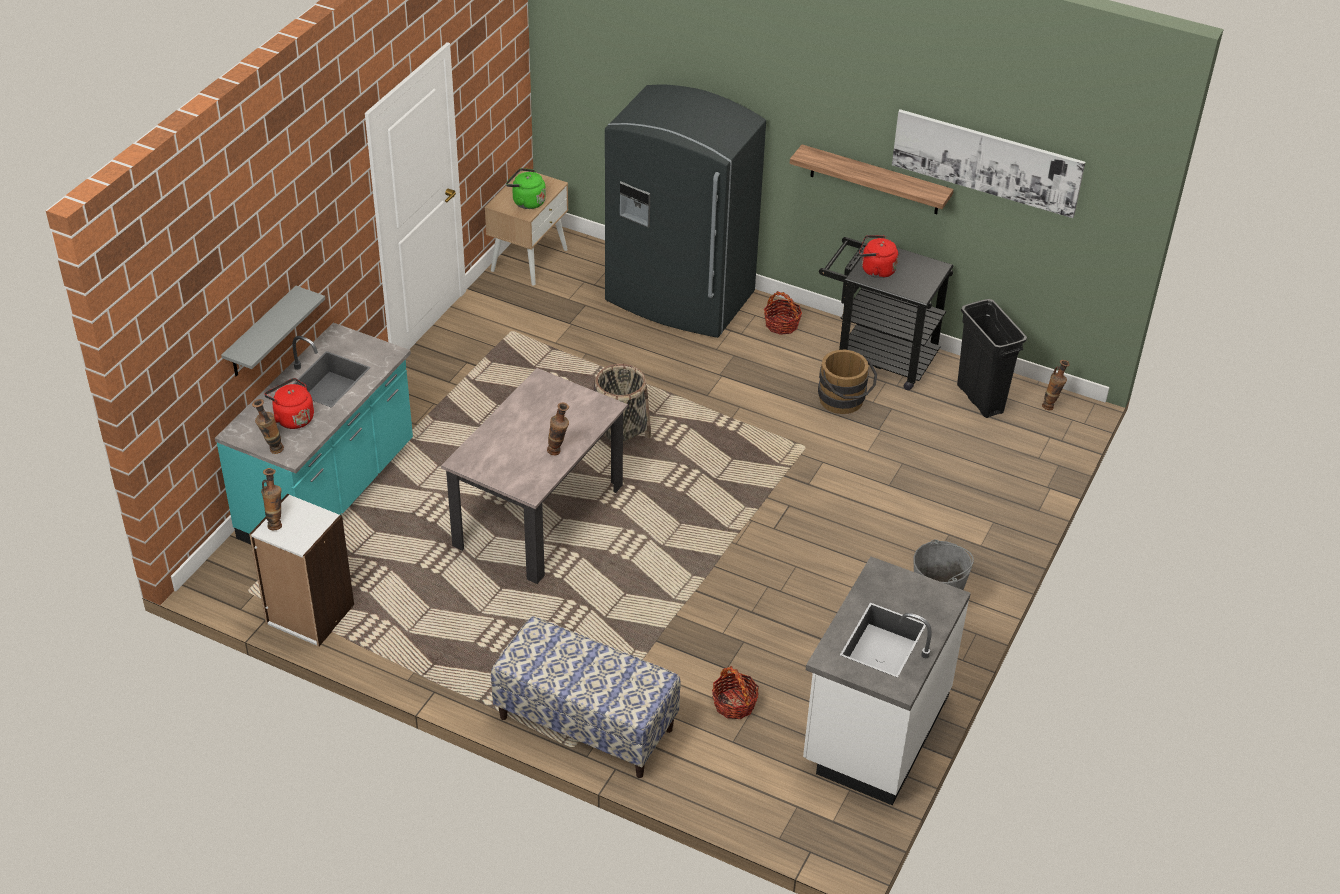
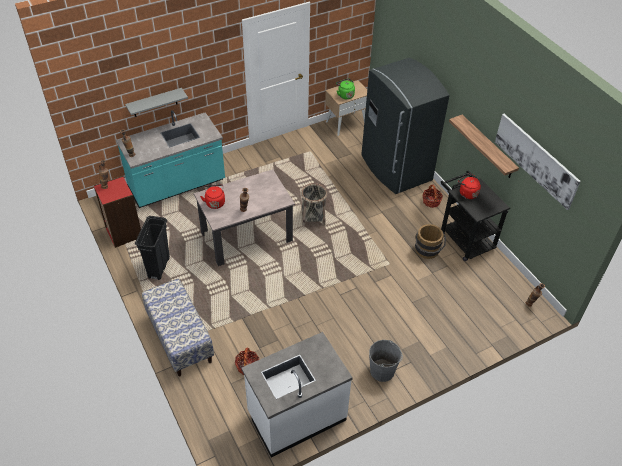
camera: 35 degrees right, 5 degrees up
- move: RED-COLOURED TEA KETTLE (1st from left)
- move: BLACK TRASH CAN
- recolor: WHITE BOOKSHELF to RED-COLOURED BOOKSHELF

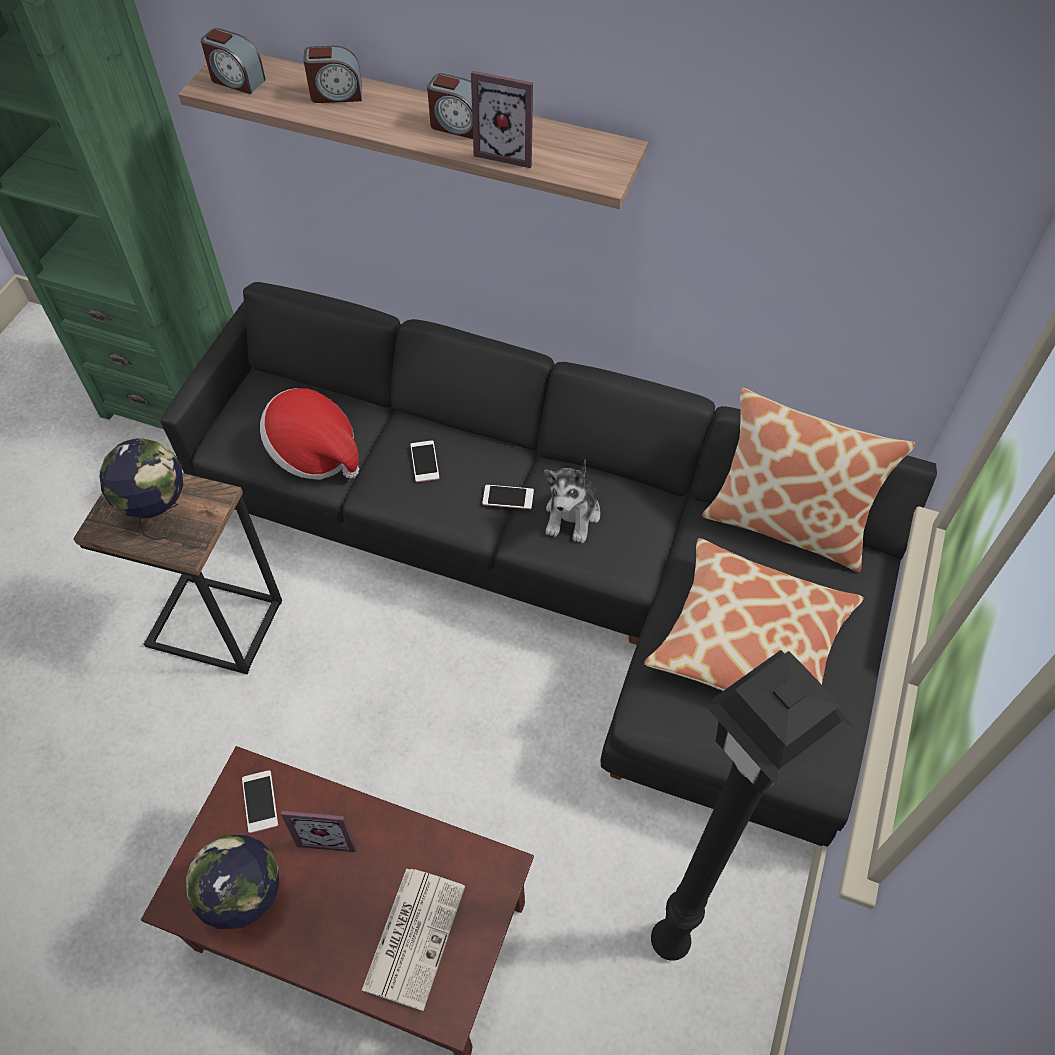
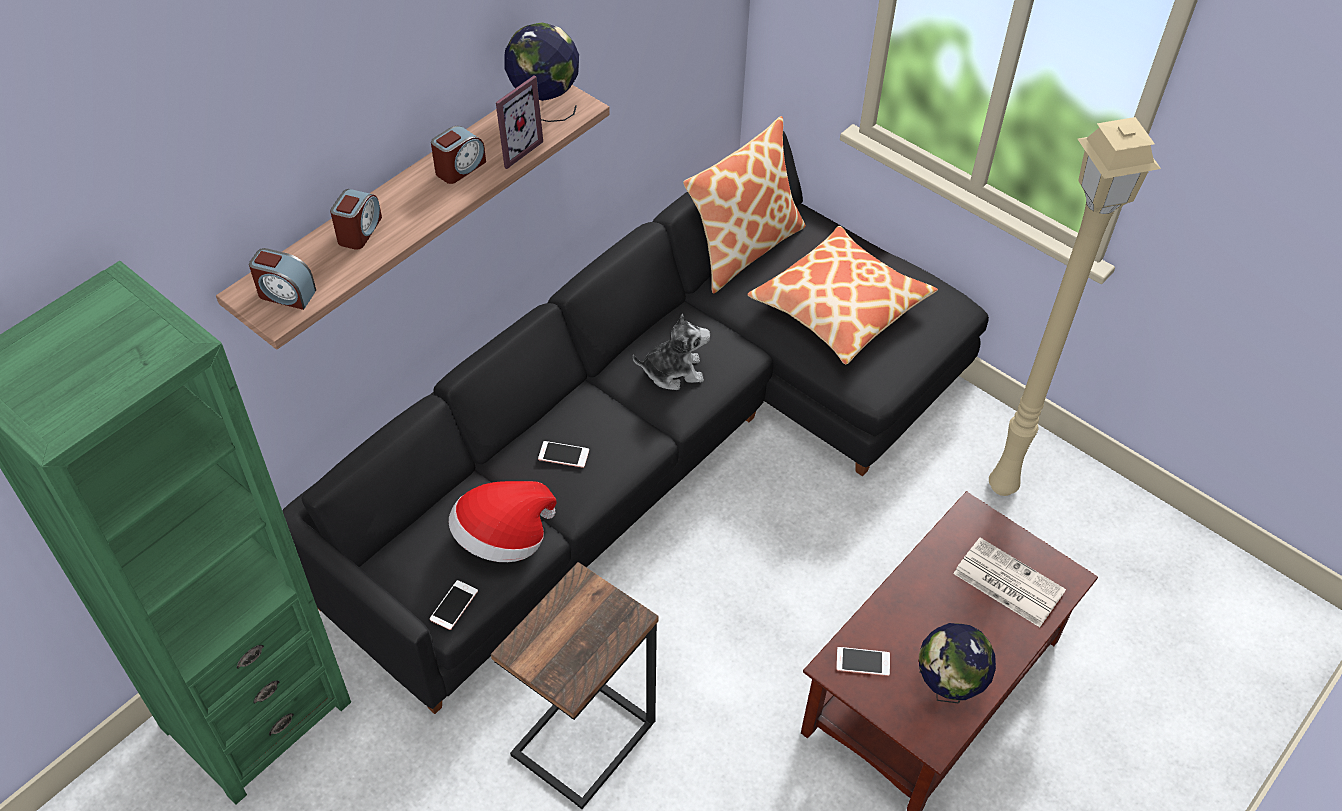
camera: 70 degrees left, 5 degrees down
- delete: PICTURE FRAME (1st from left)
- move: DESK GLOBE (1st from left)
- move: TELEPHONE (3rd from left in the first image) to TELEPHONE (1st from left)
- recolor: BLACK STANDING LAMP to BEIGE STANDING LAMP
- rotate: TABLE CLOCK (1st from left) 60 degrees clockwise
- rotate: PLUSH TOY 45 degrees counterclockwise

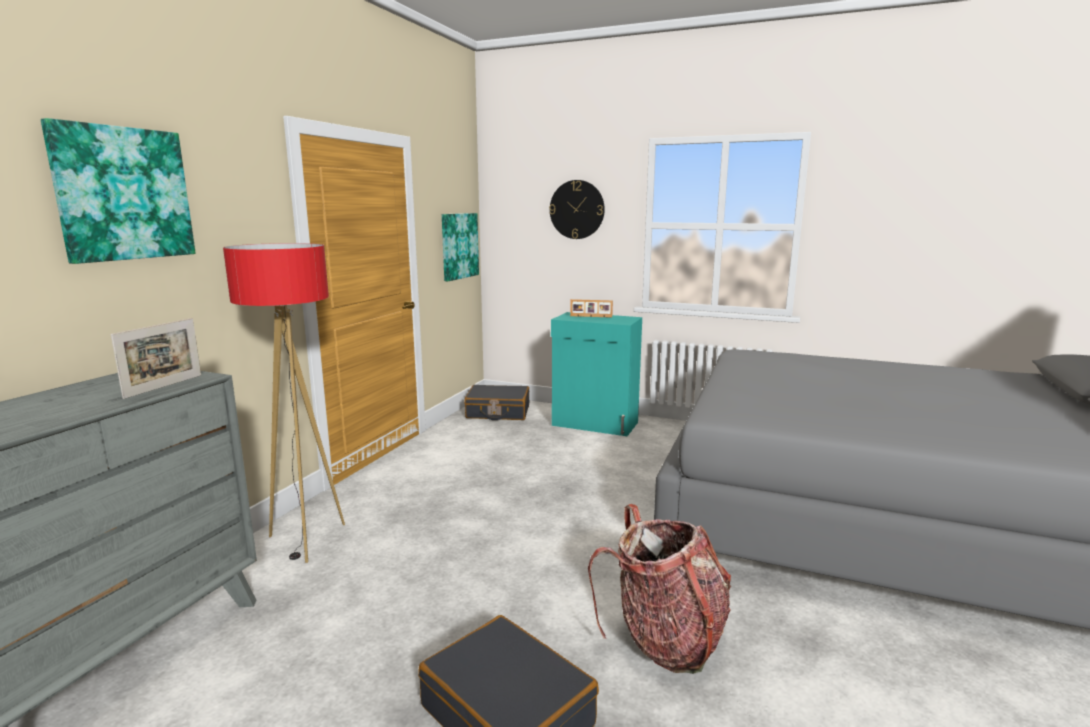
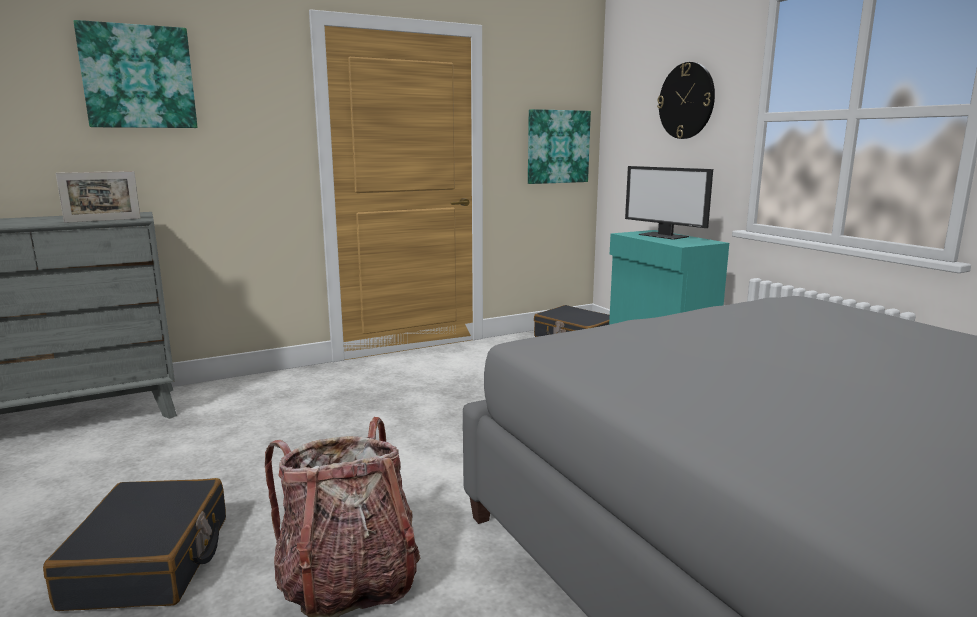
camera: 40 degrees right, 0 degrees up
- delete: STANDING LAMP
- replace: PICTURE FRAME (2nd from left) to COMPUTER SCREEN

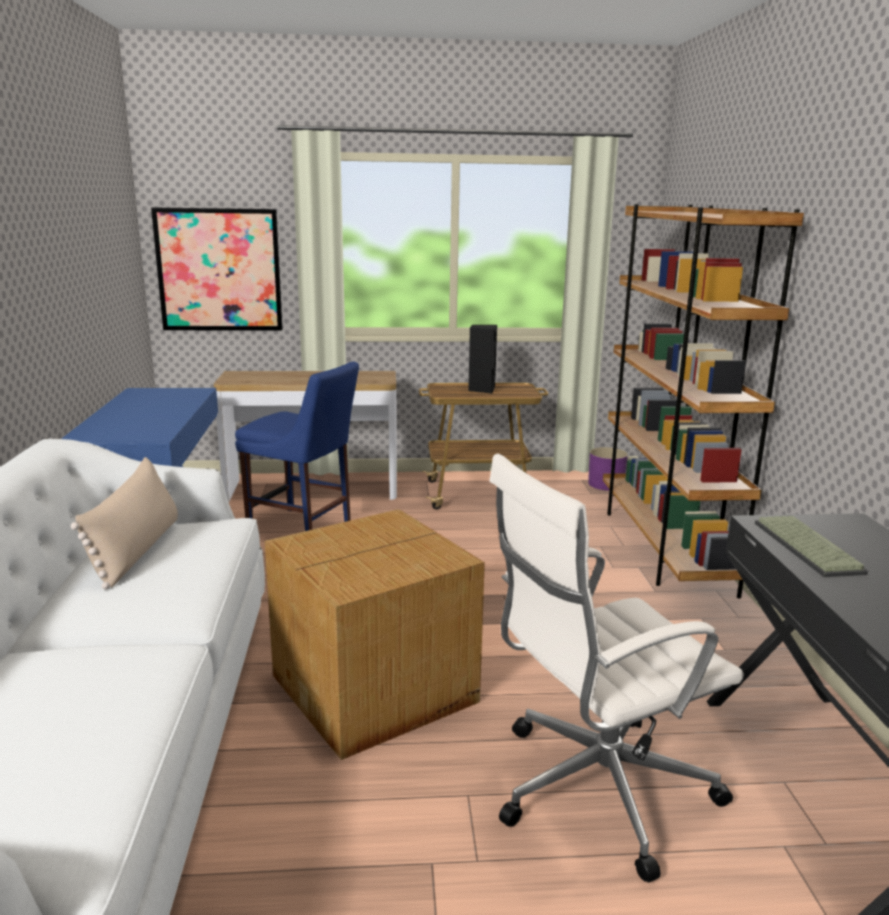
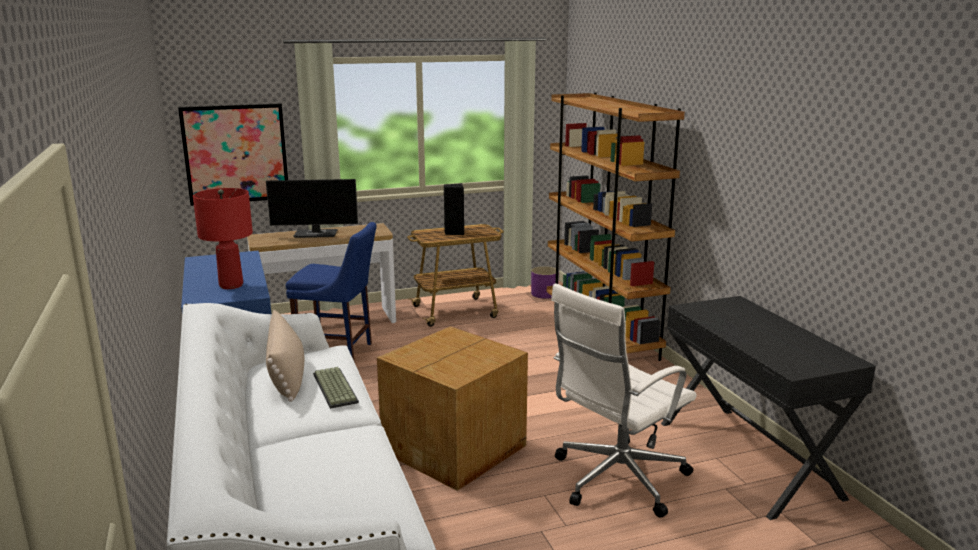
camera: 15 degrees left, 0 degrees up
- insert: RED-COLOURED TABLETOP LAMP
- insert: COMPUTER SCREEN
- move: KEYBOARD

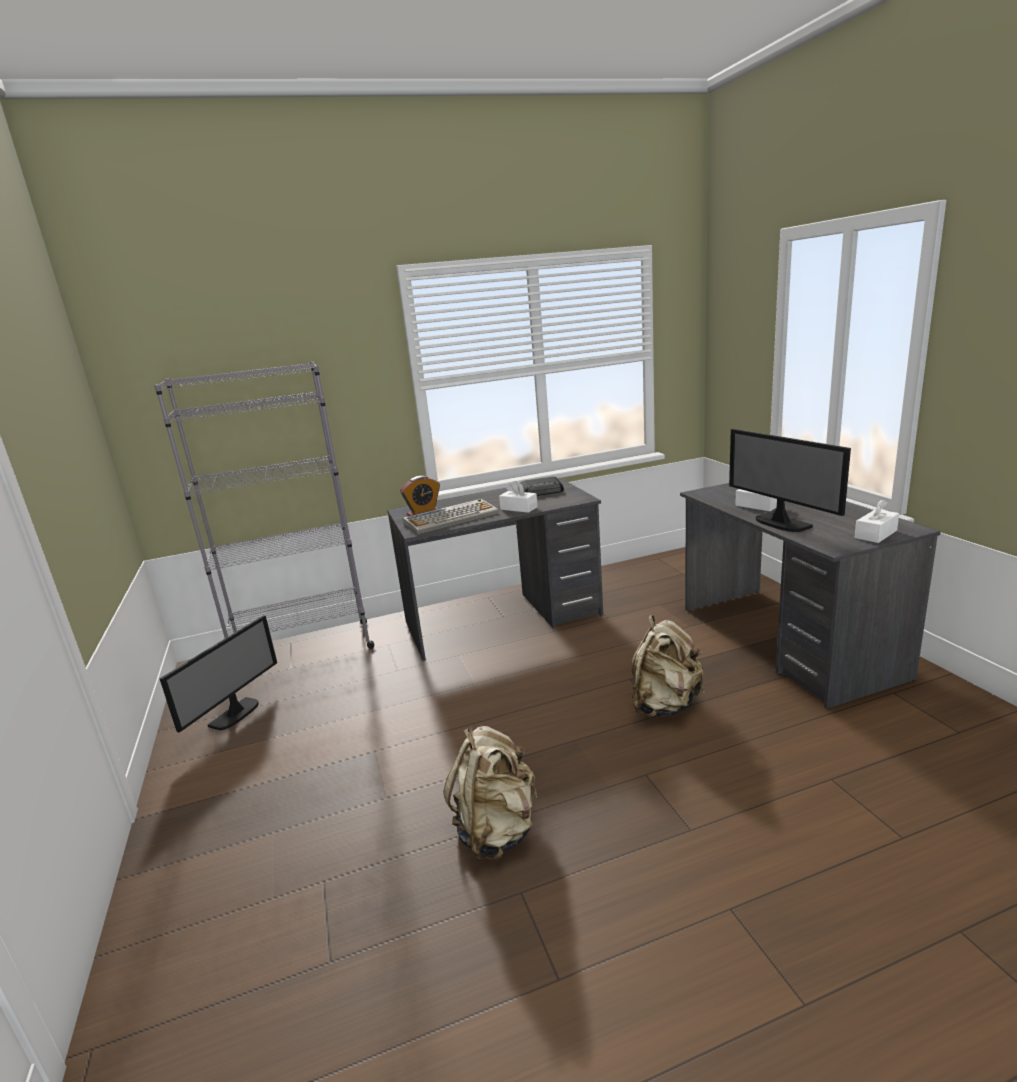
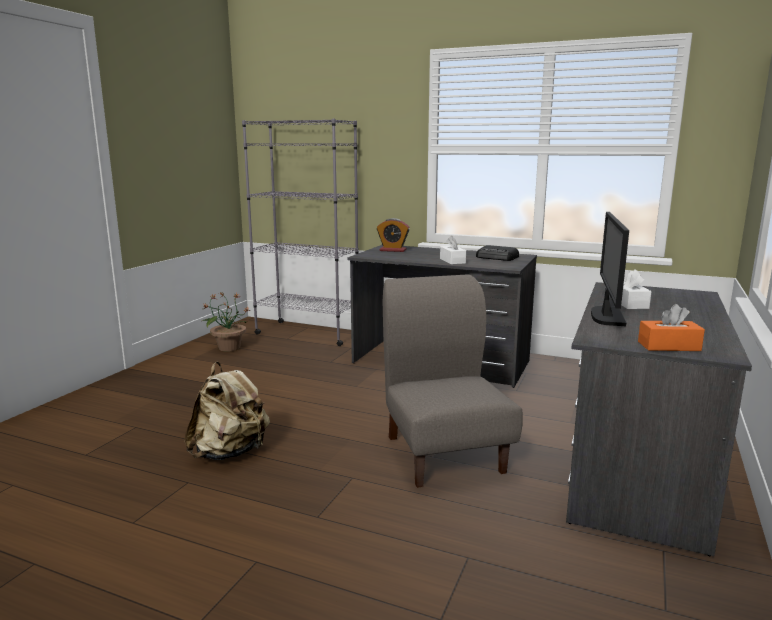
camera: 40 degrees right, 5 degrees down
- delete: KEYBOARD
- replace: COMPUTER SCREEN (1st from left) to HOUSEPLANT
- replace: BEIGE KNAPSACK (2nd from left) to GRAY CHAIR
- recolor: WHITE TISSUE BOX (3rd from left) to ORANGEY TISSUE BOX

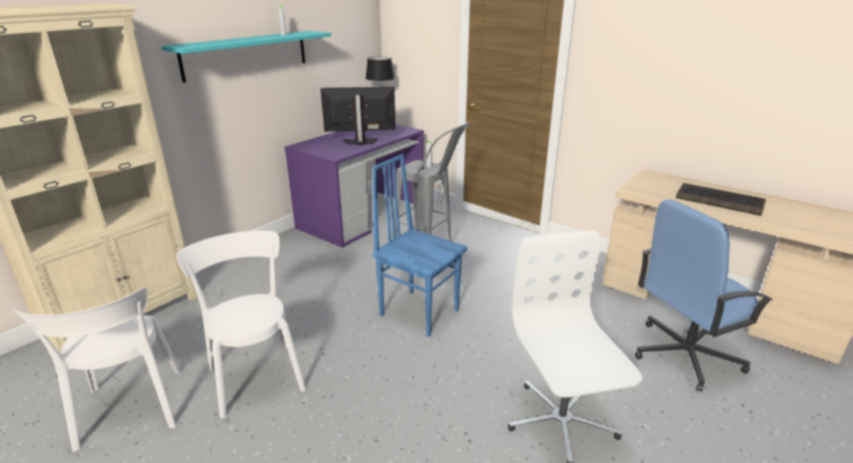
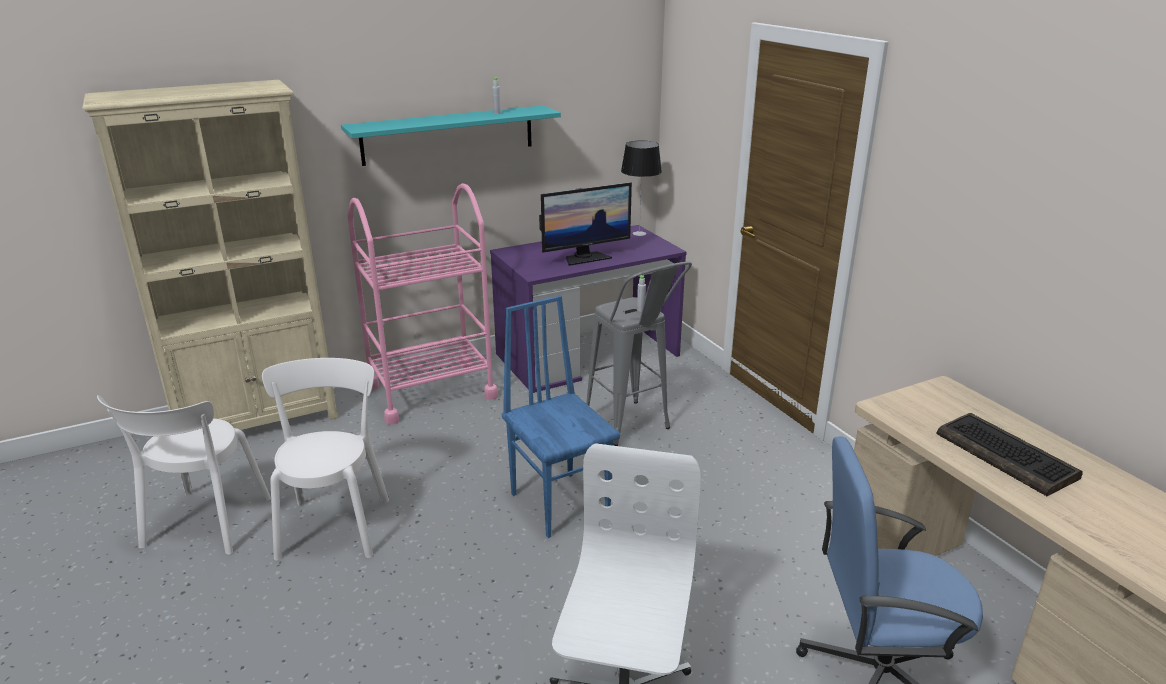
camera: 25 degrees right, 0 degrees up
- insert: PINK CART
- rotate: COMPUTER SCREEN 135 degrees clockwise

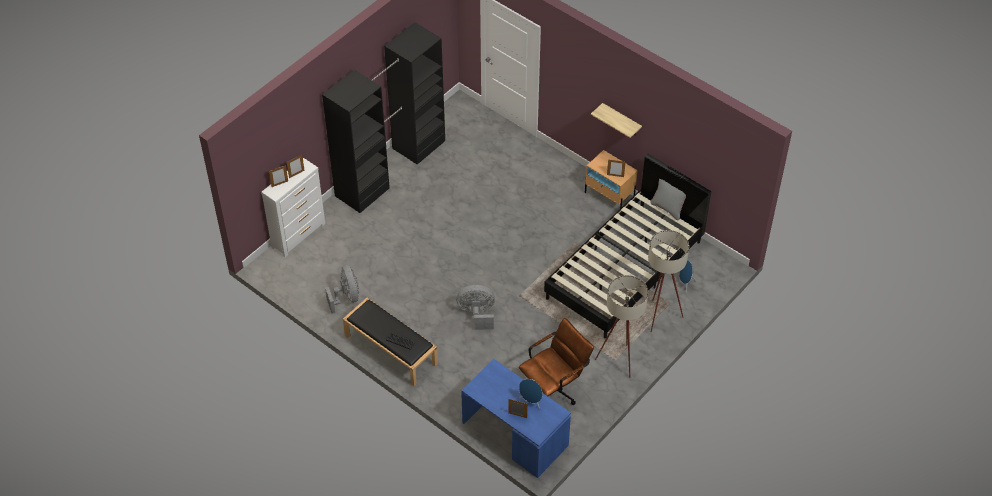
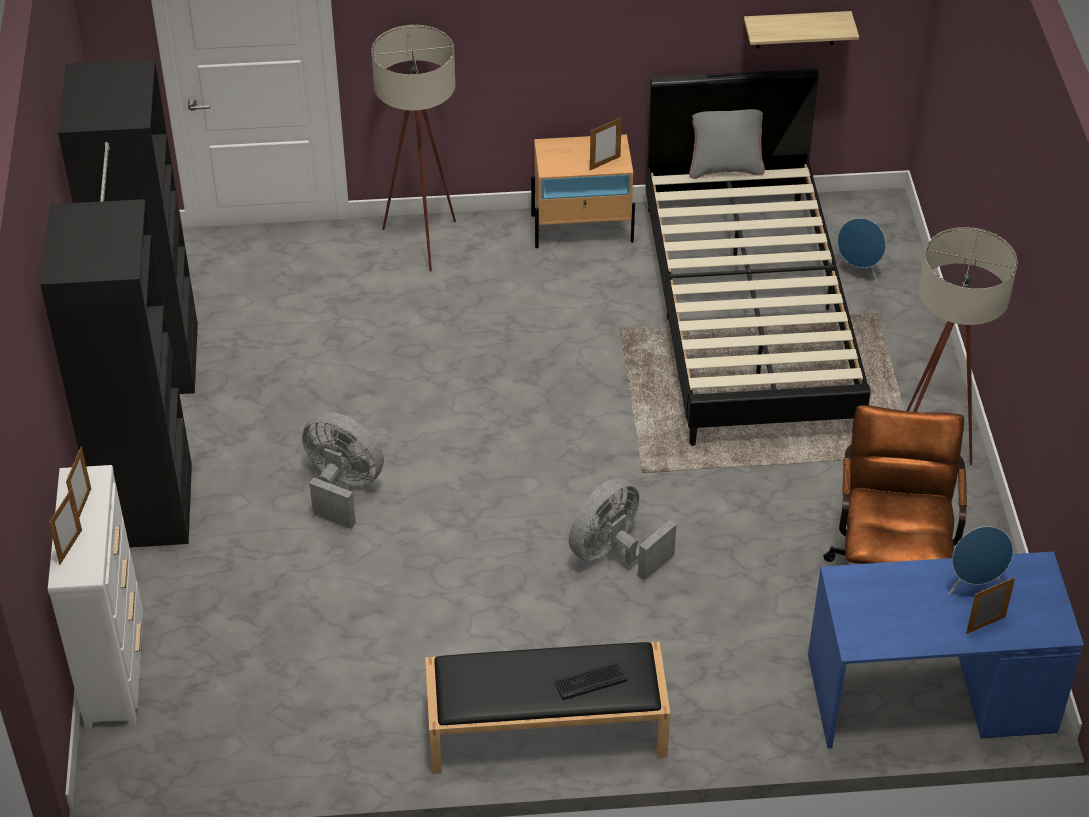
camera: 45 degrees left, 5 degrees down
- move: GRAY FAN (1st from left)
- move: BRACKET SHELF
- move: BEIGE STANDING LAMP (2nd from left in the first image) to BEIGE STANDING LAMP (1st from left)

